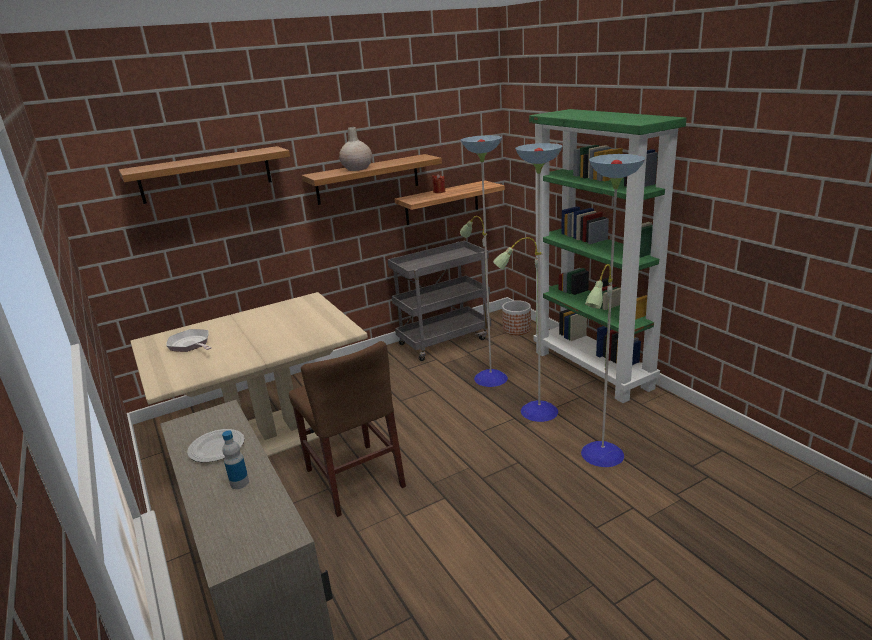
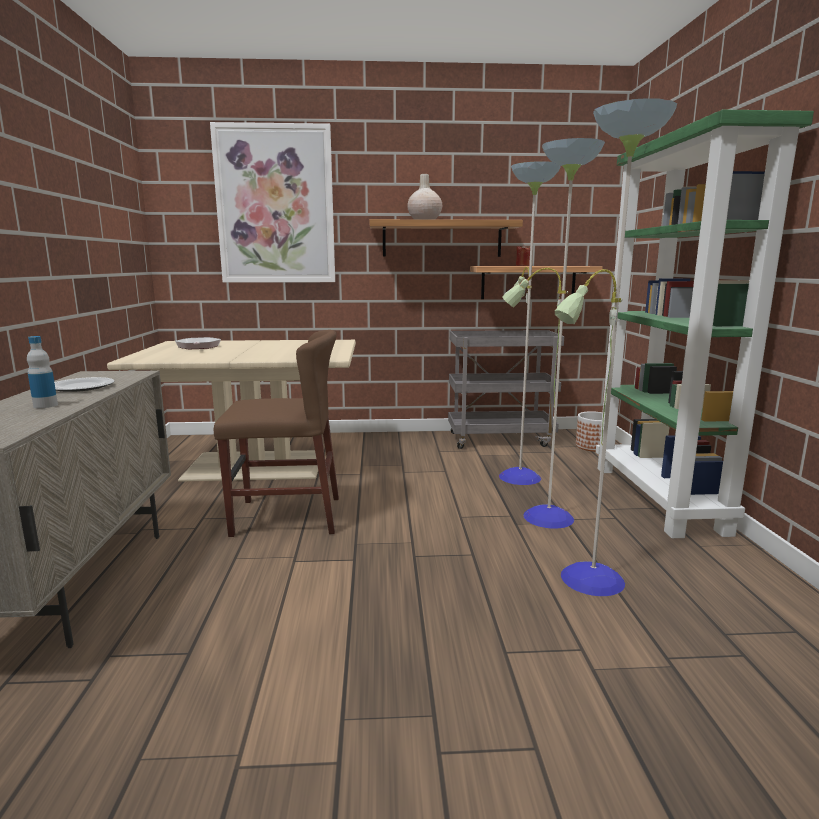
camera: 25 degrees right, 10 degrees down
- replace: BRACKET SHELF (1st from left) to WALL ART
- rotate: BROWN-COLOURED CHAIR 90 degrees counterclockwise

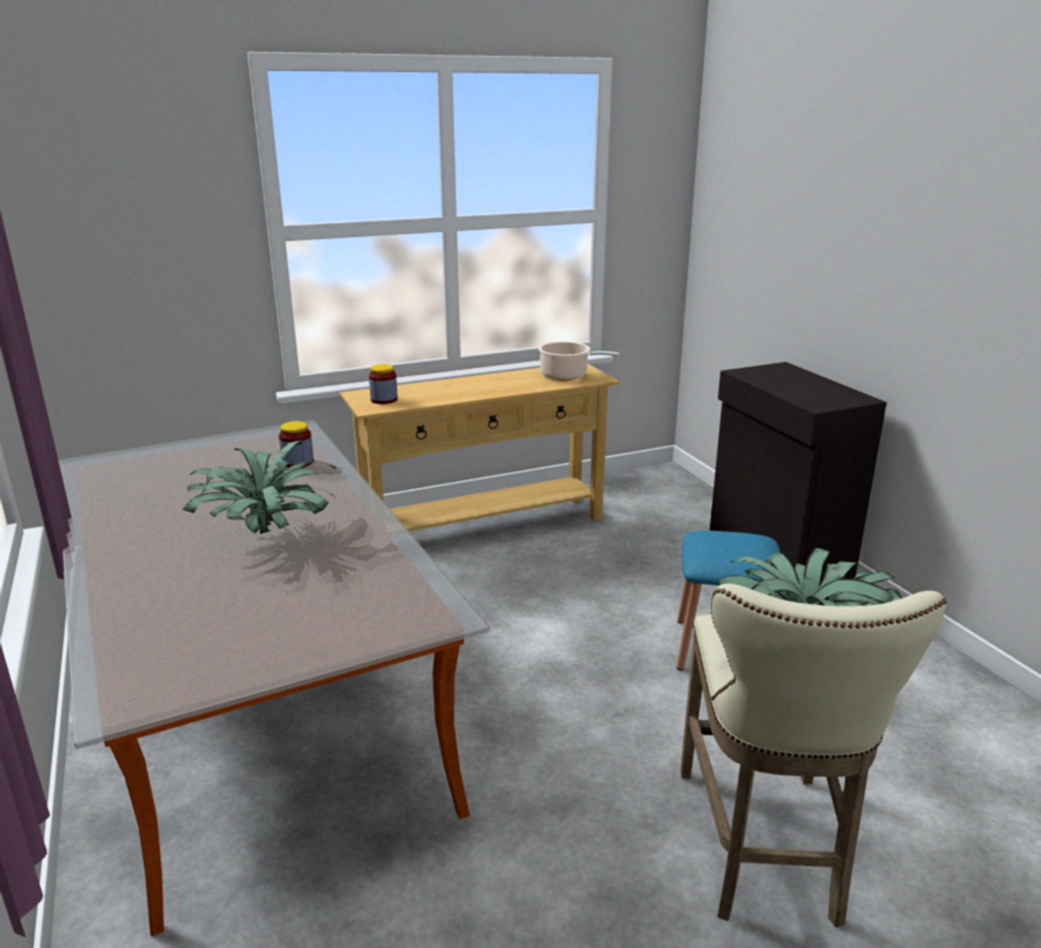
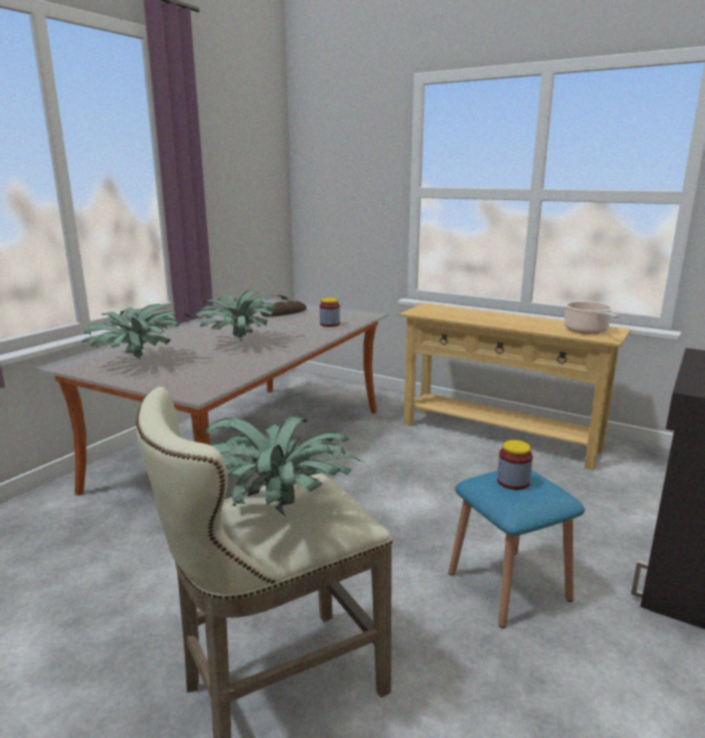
camera: 55 degrees right, 5 degrees down
- insert: HOUSEPLANT (1st from left)
- insert: BAKED BREAD
- move: JAR (2nd from left)

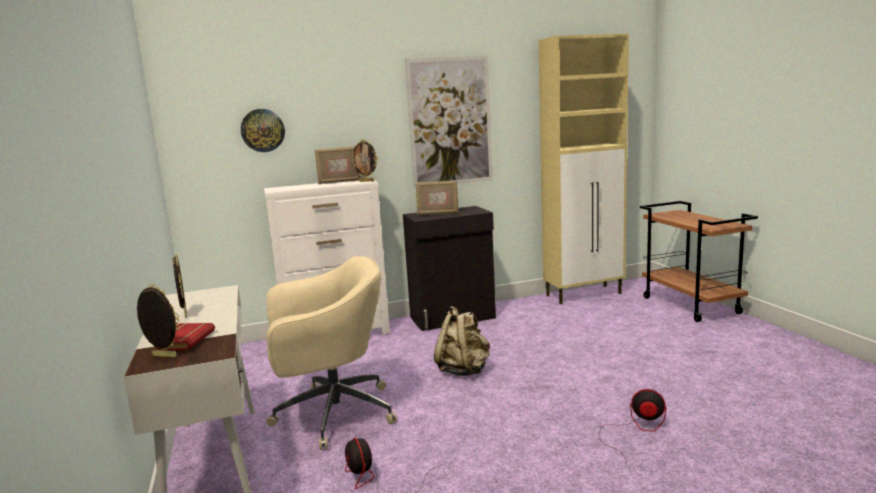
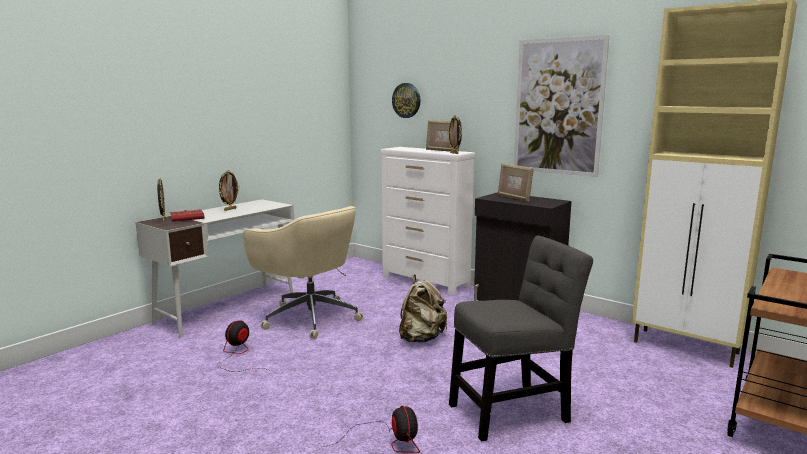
camera: 55 degrees right, 0 degrees up
- insert: GRAY CHAIR

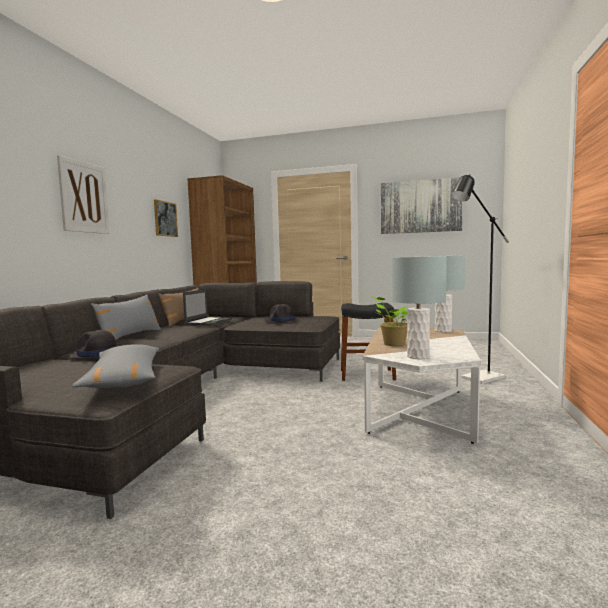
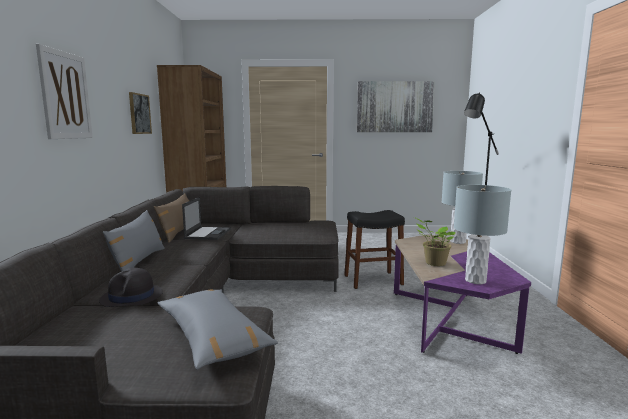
camera: 15 degrees left, 5 degrees up
- delete: BLACK HAT (2nd from left)
- recolor: WHITE LOW TABLE to PURPLISH LOW TABLE

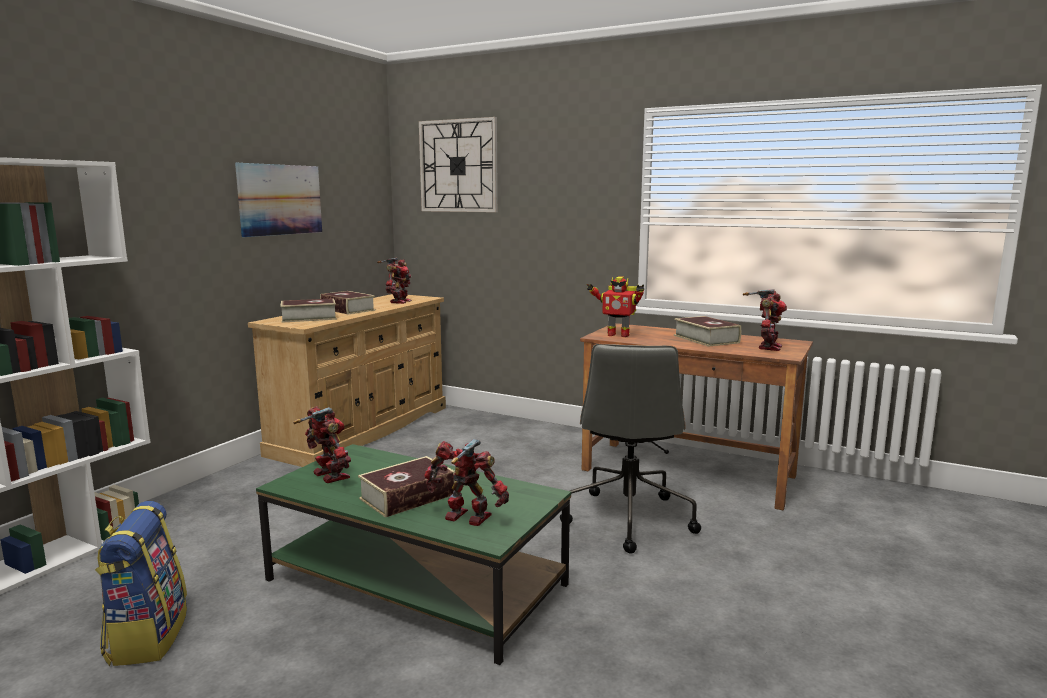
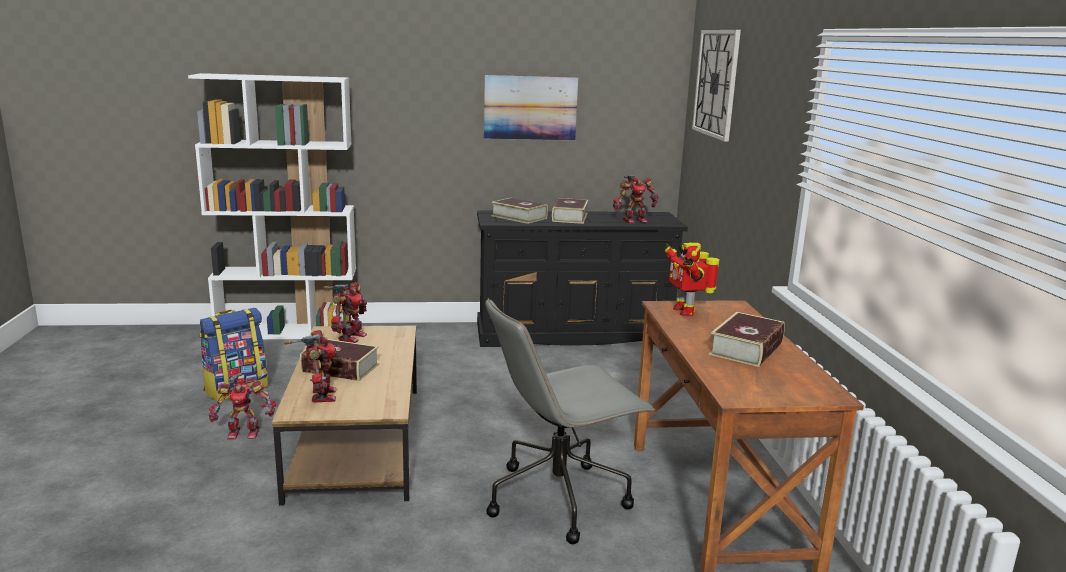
camera: 55 degrees right, 5 degrees up
- move: TOY ROBOT (5th from left in the first image) to TOY ROBOT (1st from left)
- recolor: BEIGE CHEST OF DRAWERS to BLACK CHEST OF DRAWERS
- recolor: GREENISH LOW TABLE to BROWN-COLOURED LOW TABLE

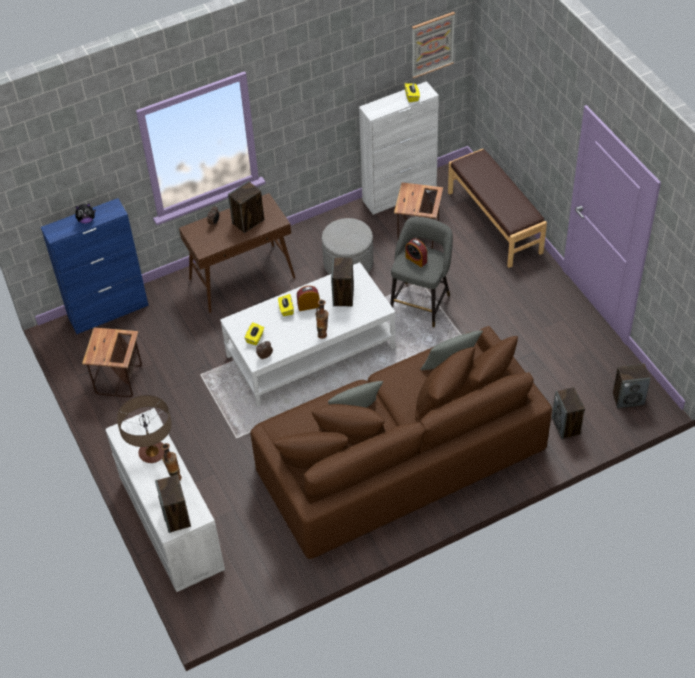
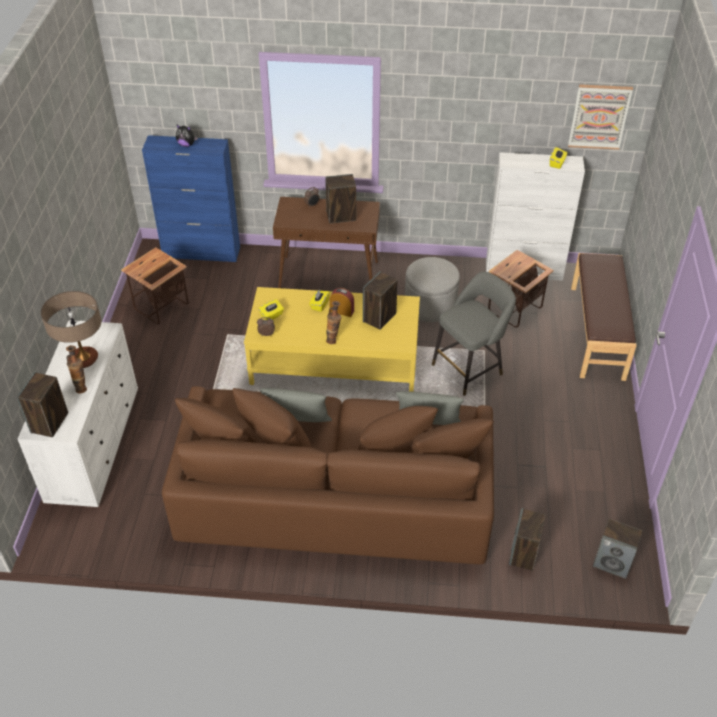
camera: 30 degrees right, 5 degrees down
- delete: TABLE CLOCK (4th from left)
- recolor: WHITE LOW TABLE to YELLOWISH LOW TABLE

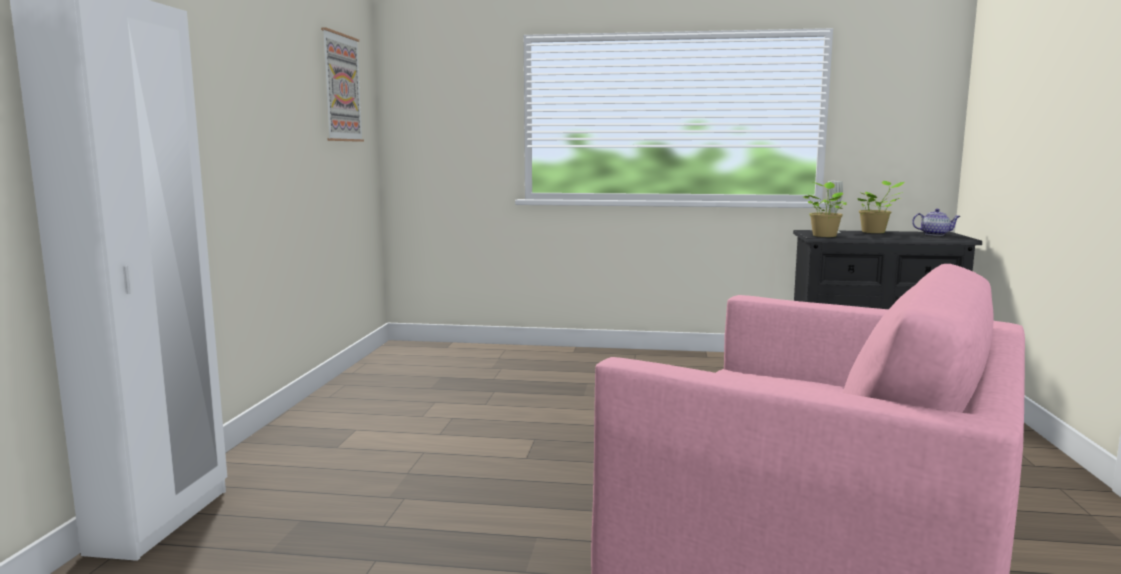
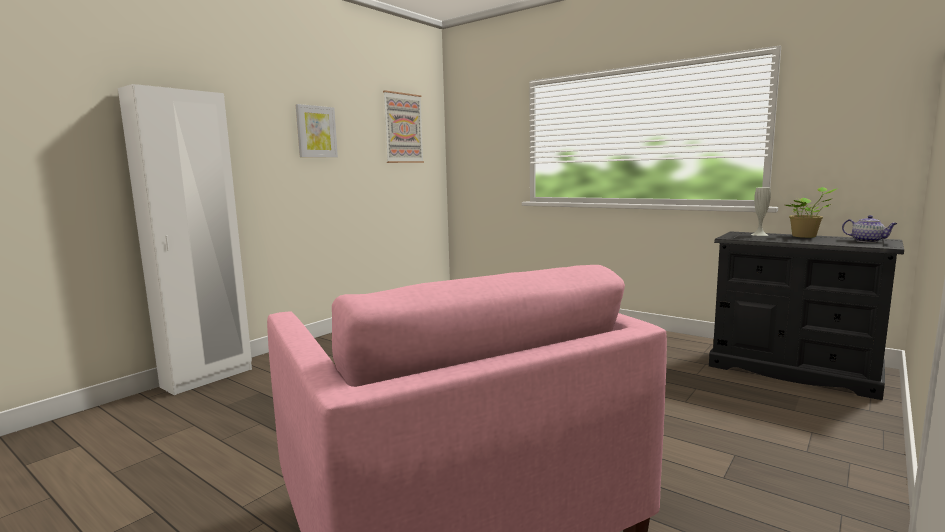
camera: 30 degrees right, 0 degrees up
- delete: HOUSEPLANT (1st from left)
- insert: WALL ART (1st from left)

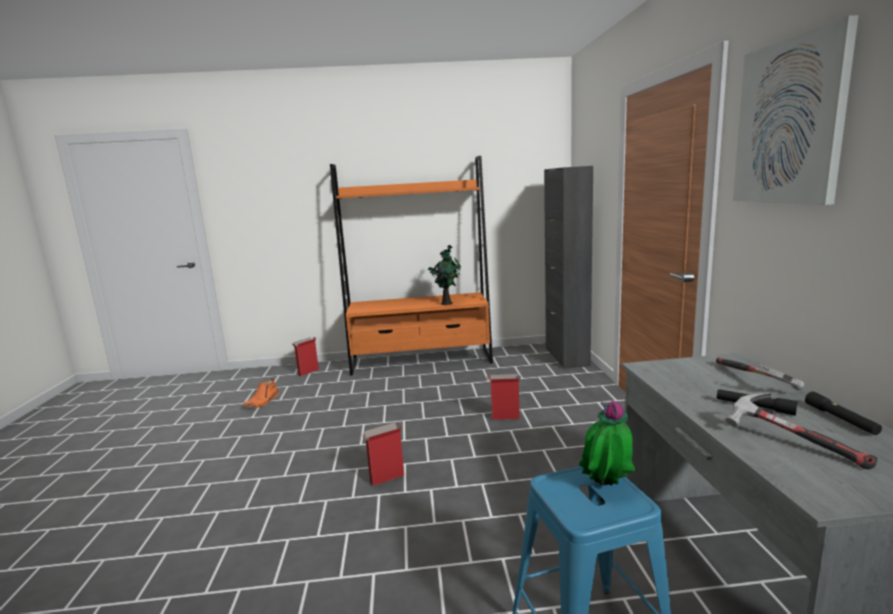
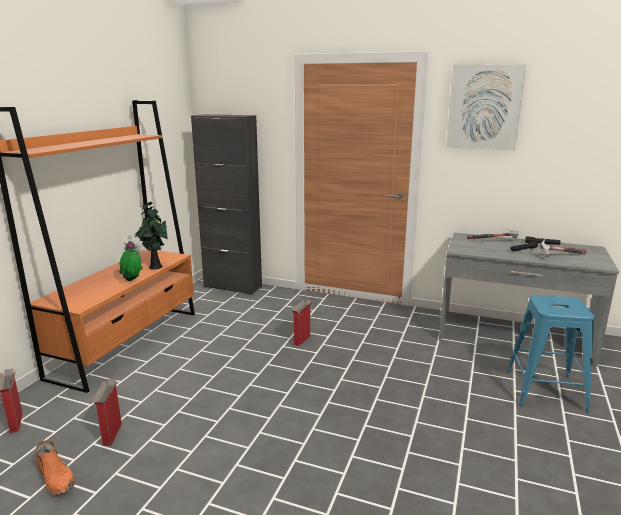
camera: 65 degrees left, 5 degrees up
- move: PACKING BOX (2nd from left)
- move: HOUSEPLANT (2nd from left in the first image) to HOUSEPLANT (1st from left)

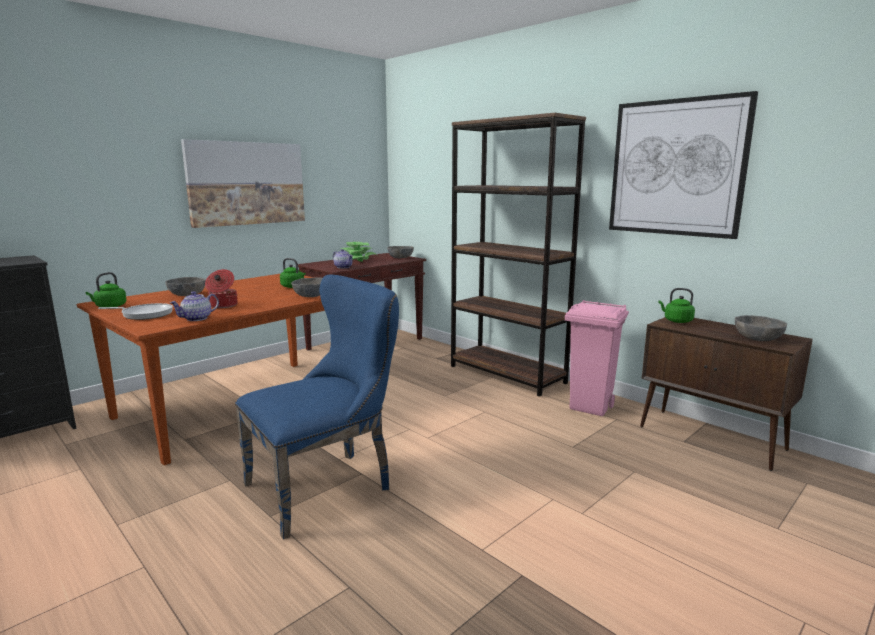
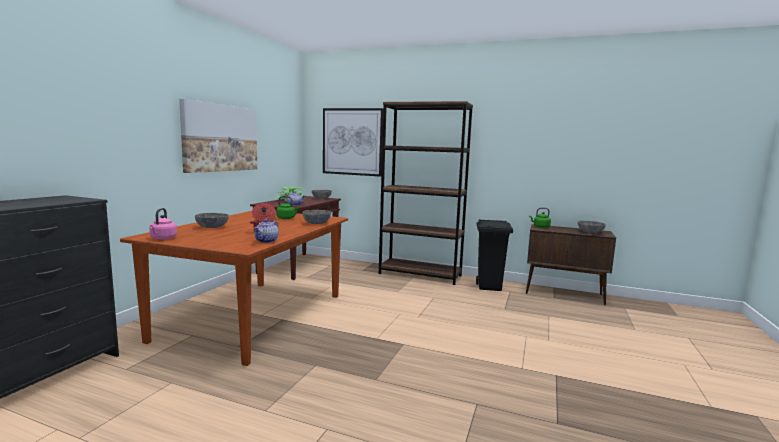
camera: 25 degrees left, 5 degrees down
- delete: SKILLET
- delete: BLUE CHAIR
- move: WALL ART (2nd from left)
- recolor: GREENISH TEA KETTLE (1st from left) to PINK TEA KETTLE
- recolor: PINK TRASH CAN to BLACK TRASH CAN

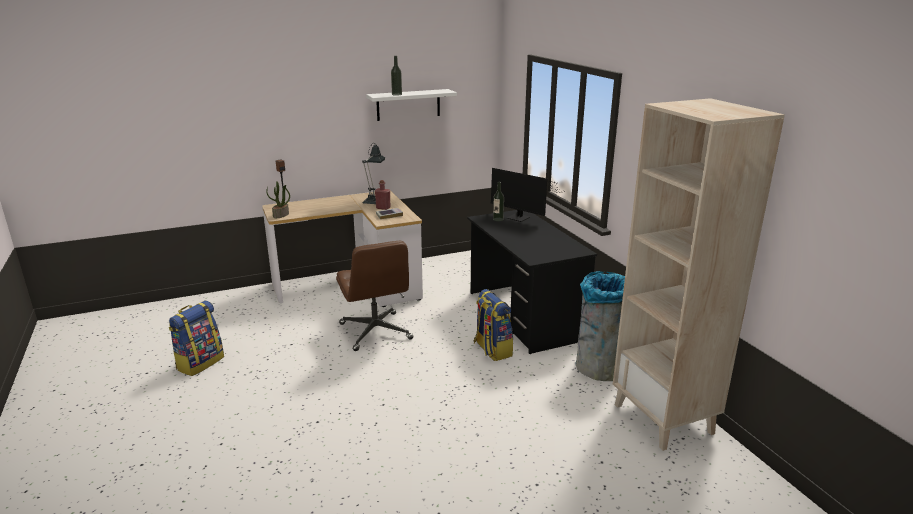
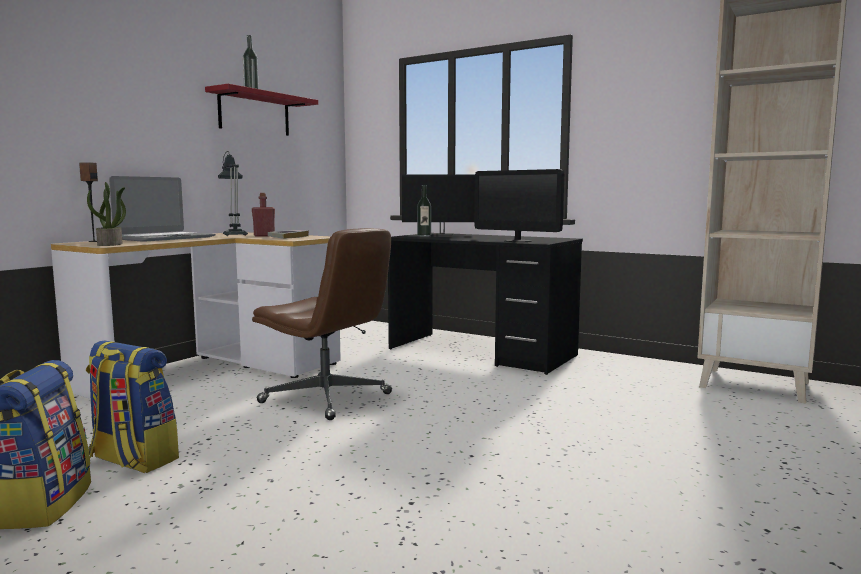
camera: 35 degrees left, 15 degrees down
- delete: GRAY TRASH CAN
- insert: LAPTOP
- insert: COMPUTER SCREEN (2nd from left)
- move: KNAPSACK (2nd from left)
- recolor: WHITE BRACKET SHELF to RED-COLOURED BRACKET SHELF

